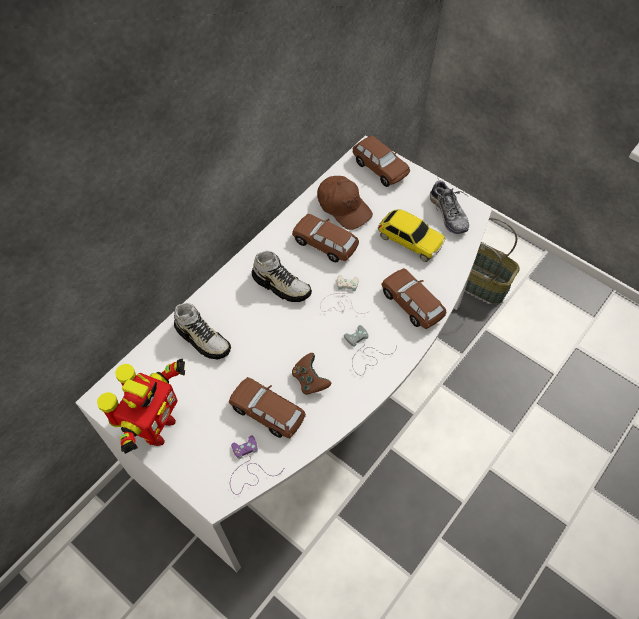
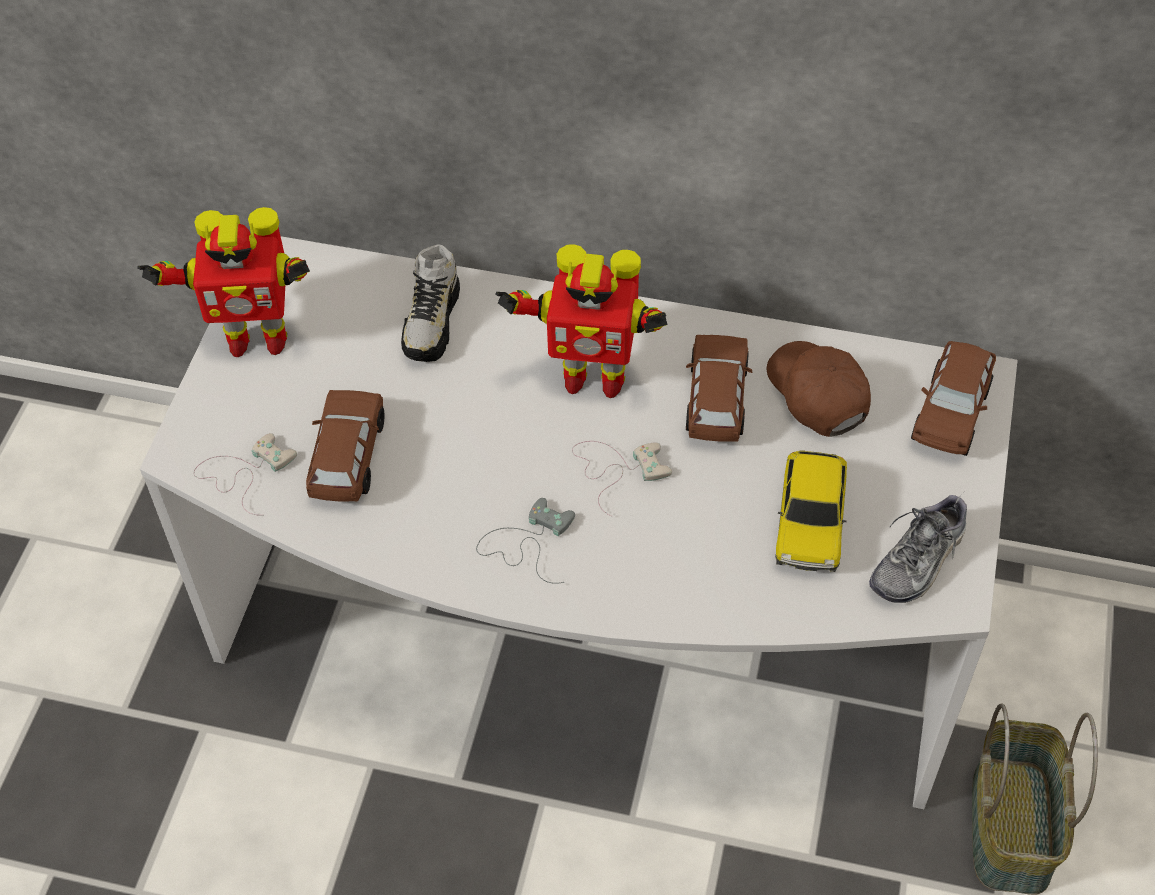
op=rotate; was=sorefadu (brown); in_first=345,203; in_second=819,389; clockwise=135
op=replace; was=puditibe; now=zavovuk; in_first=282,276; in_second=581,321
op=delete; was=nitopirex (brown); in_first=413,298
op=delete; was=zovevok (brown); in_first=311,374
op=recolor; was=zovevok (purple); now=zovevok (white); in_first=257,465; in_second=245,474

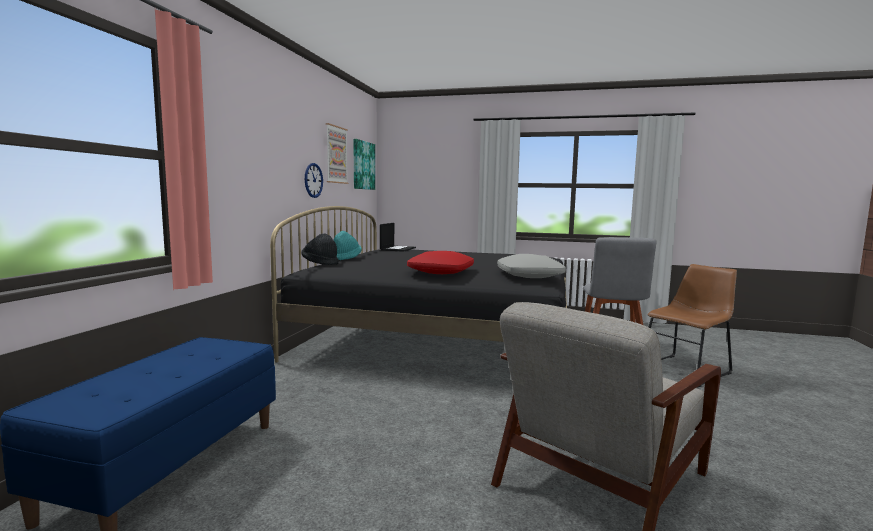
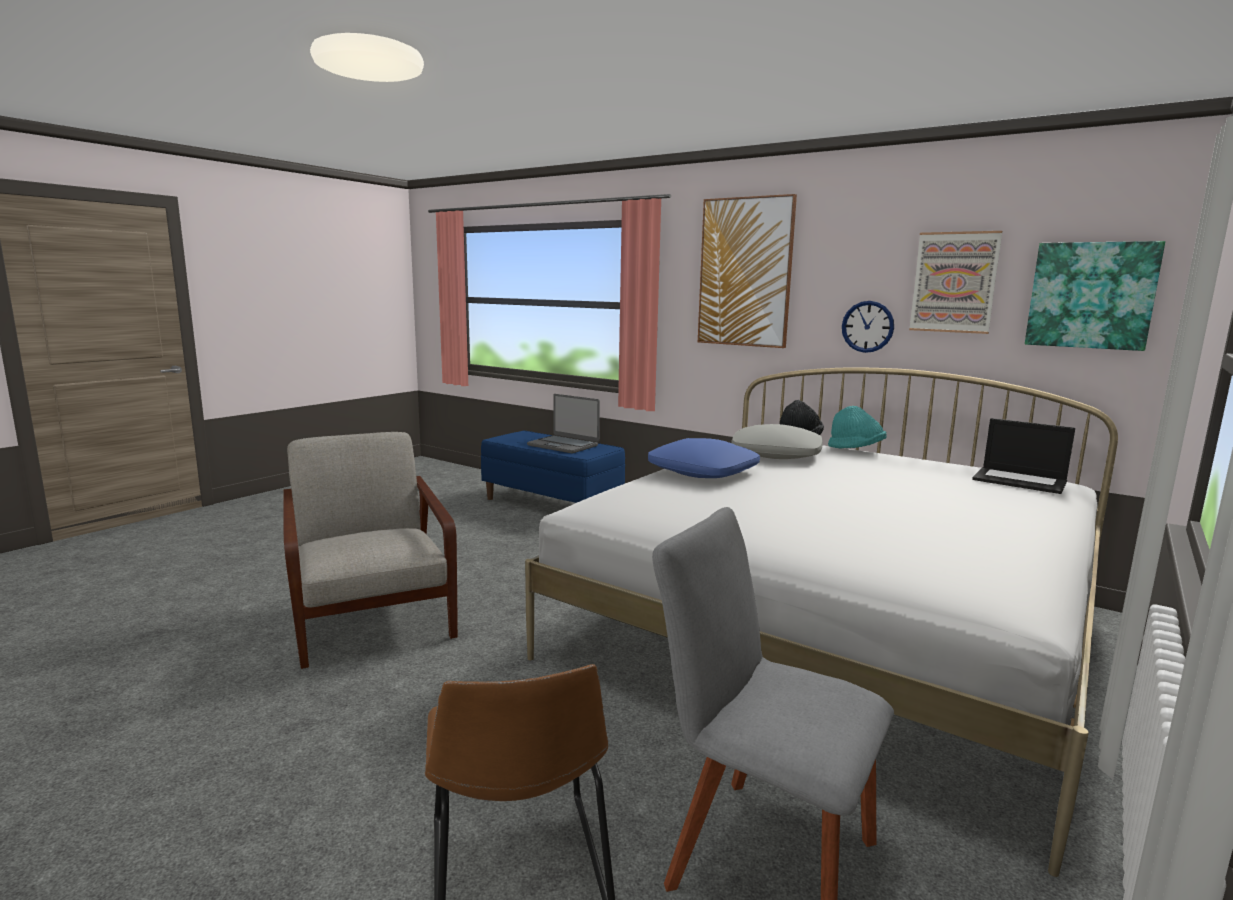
op=recolor; was=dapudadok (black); now=dapudadok (white); in_first=418,284; in_second=821,622
op=recolor; was=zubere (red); now=zubere (blue); in_first=440,262; in_second=704,458
op=move; was=zubere (grey); in_first=531,266; in_second=777,441
op=insert; now=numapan; in_second=747,271
op=insert; now=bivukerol; in_second=563,423

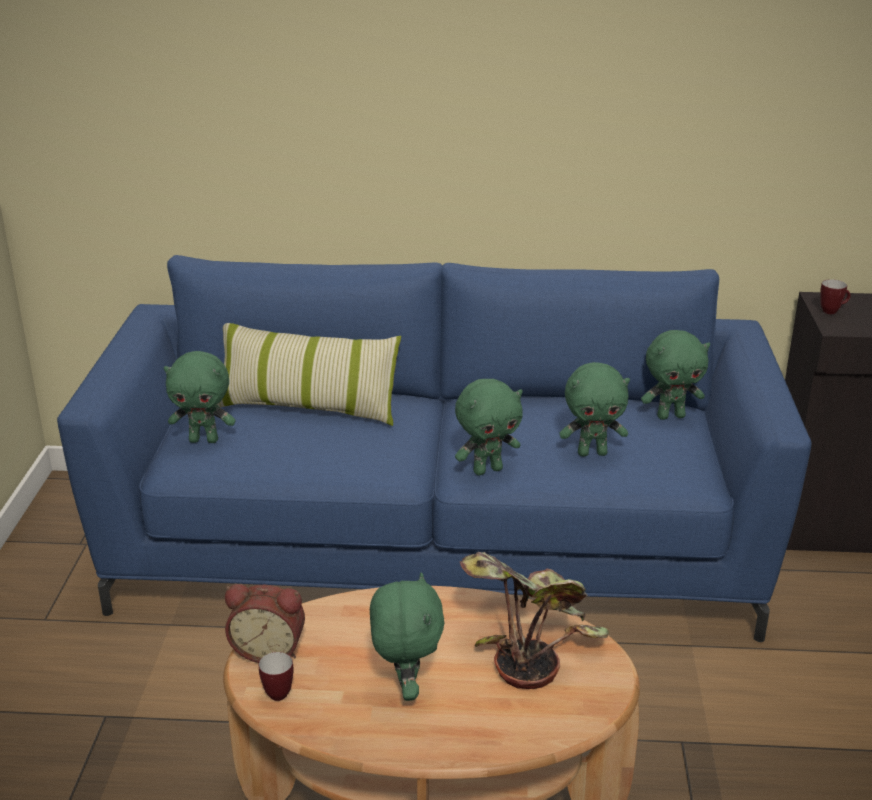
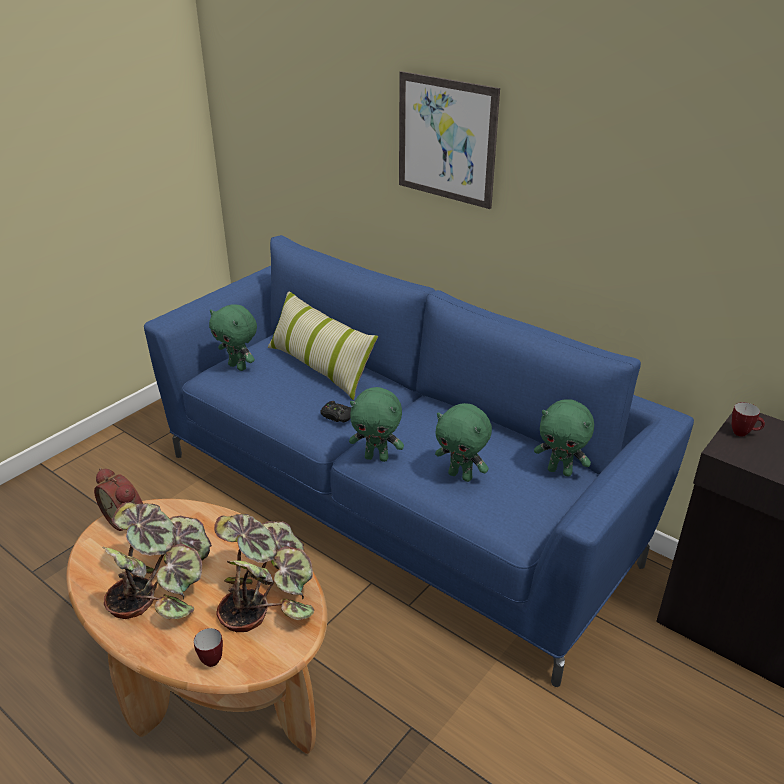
op=replace; was=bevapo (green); now=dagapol; in_first=407,636; in_second=157,561
op=move; was=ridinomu; in_first=276,676; in_second=208,647
op=insert; now=numapan; in_second=449,140
op=insert; now=zovevok (black); in_second=335,412

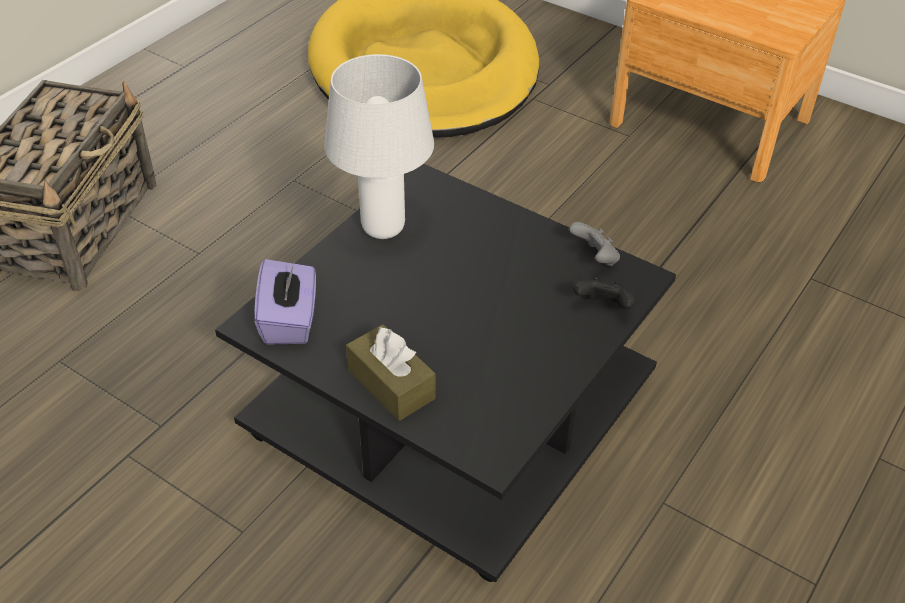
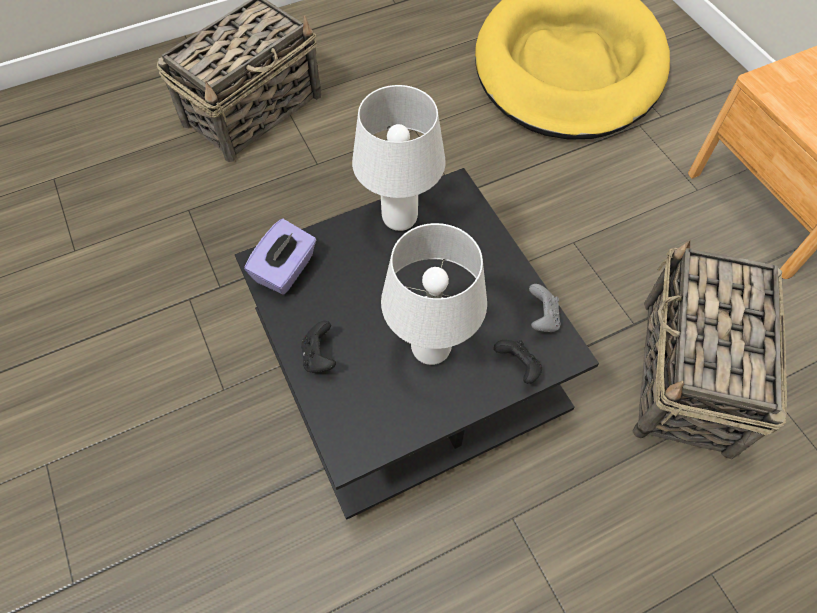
op=replace; was=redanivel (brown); now=zovevok (black); in_first=391,372; in_second=318,347
op=insert; now=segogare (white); in_second=434,294
op=insert; now=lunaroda; in_second=709,350

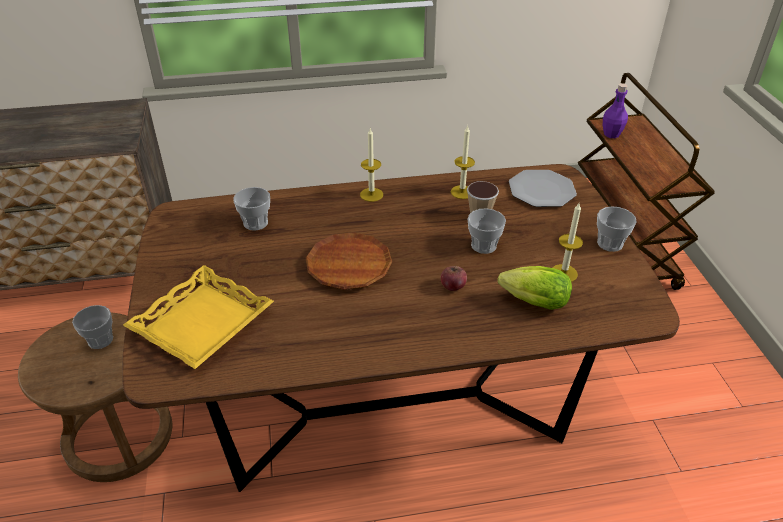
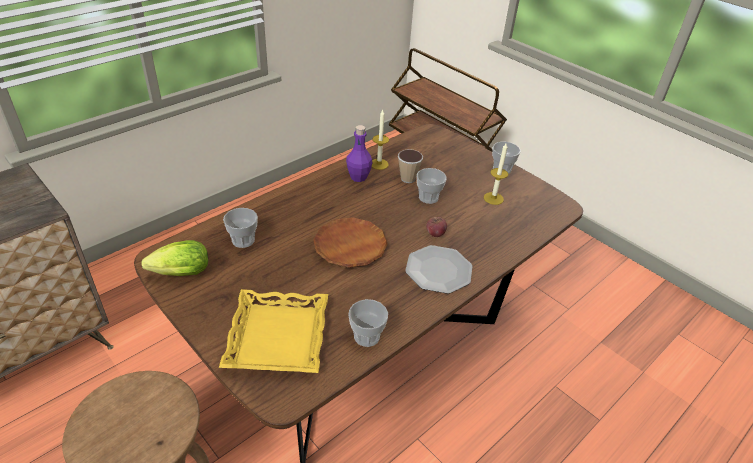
op=move; was=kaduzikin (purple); in_first=615,110; in_second=359,153
op=delete; was=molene; in_first=371,165
op=move; was=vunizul; in_first=543,188; in_second=438,269
op=move; was=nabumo; in_first=535,288; in_second=174,258
op=move; was=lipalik; in_first=92,327; in_second=368,323

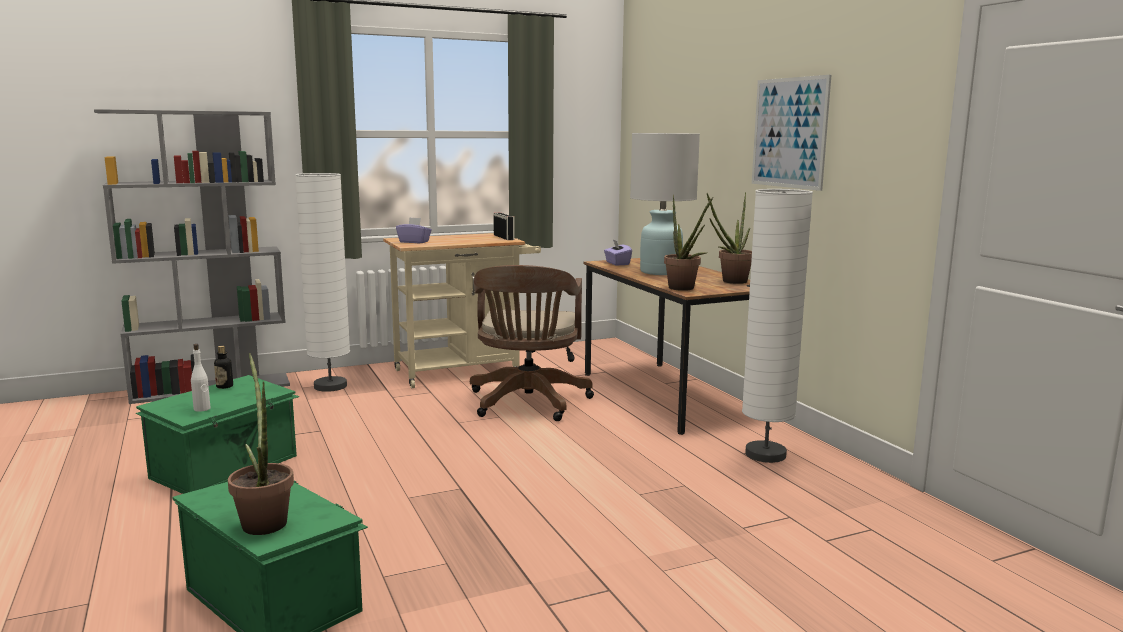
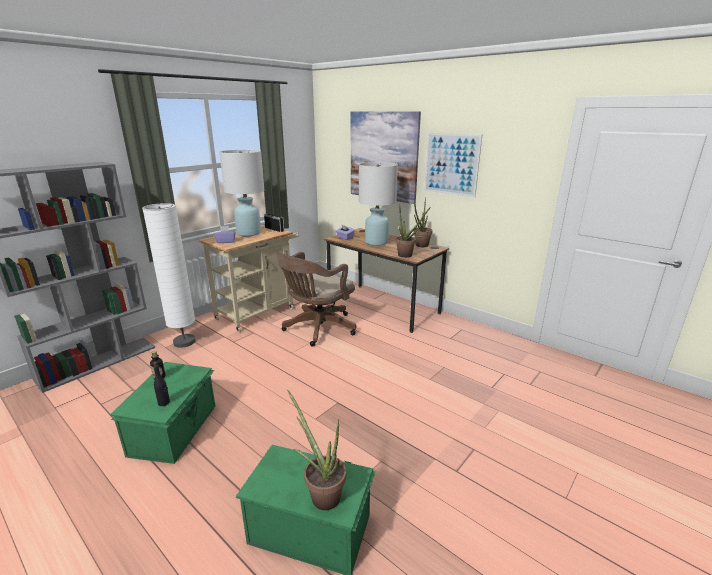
op=delete; was=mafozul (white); in_first=777,326
op=rotate; was=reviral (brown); in_first=532,343; in_second=316,299; clockwise=60
op=recolor; was=kaduzikin (white); now=kaduzikin (black); in_first=200,378; in_second=161,384
op=insert; now=numapan; in_second=385,157
op=insert; now=segogare (white); in_second=242,193

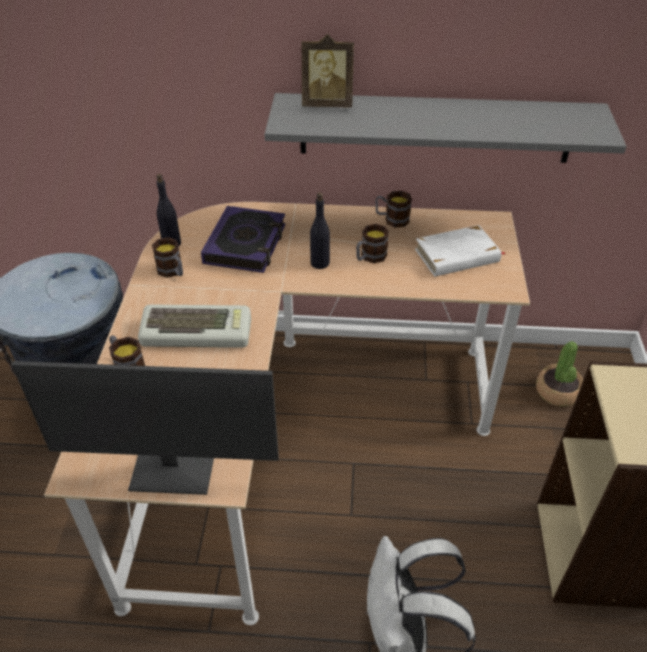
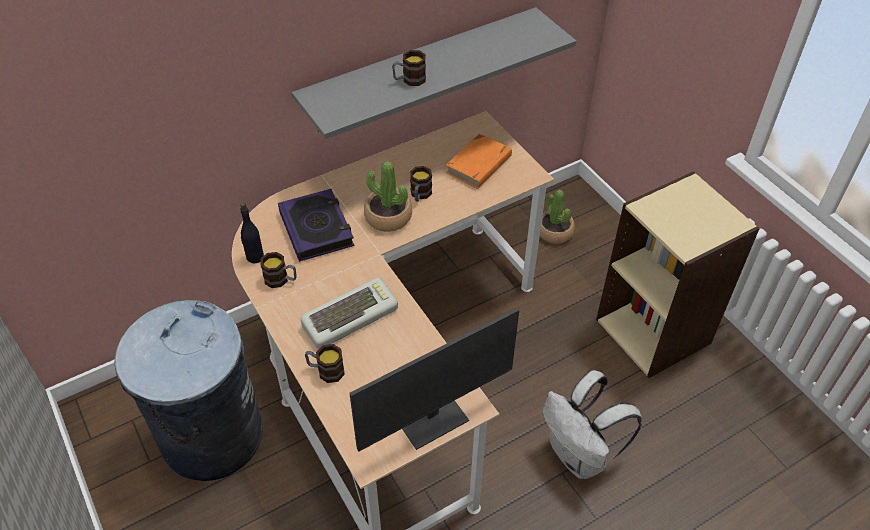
op=delete; was=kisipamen; in_first=327,71
op=move; was=ridinomu; in_first=393,209; in_second=409,68
op=replace; was=kaduzikin (black); now=dagapol; in_first=320,230; in_second=388,196
op=recolor; was=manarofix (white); now=manarofix (orange); in_first=460,251; in_second=479,161

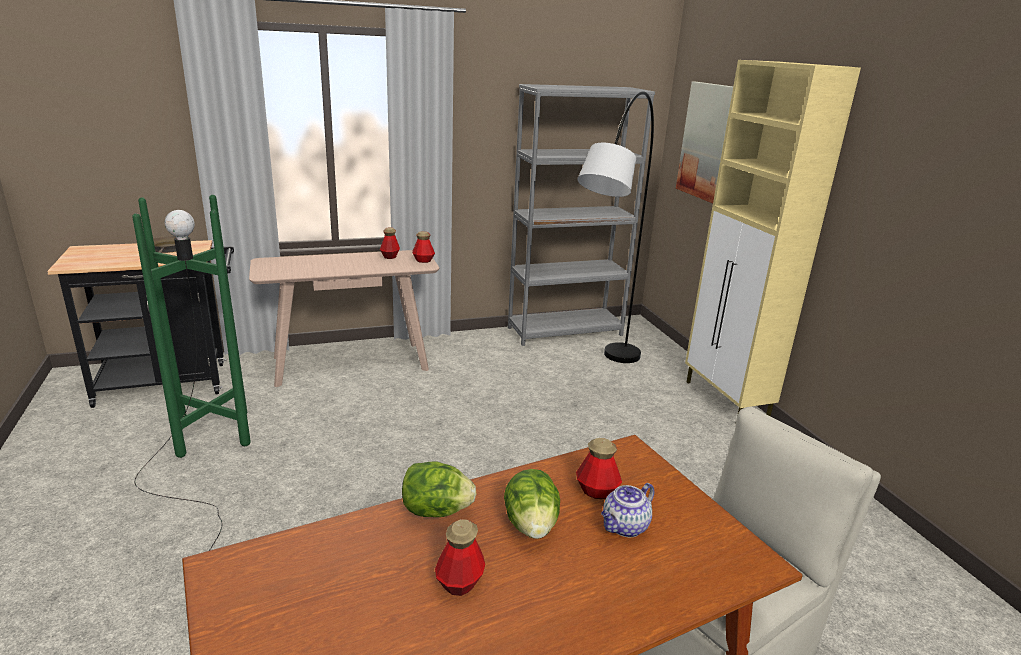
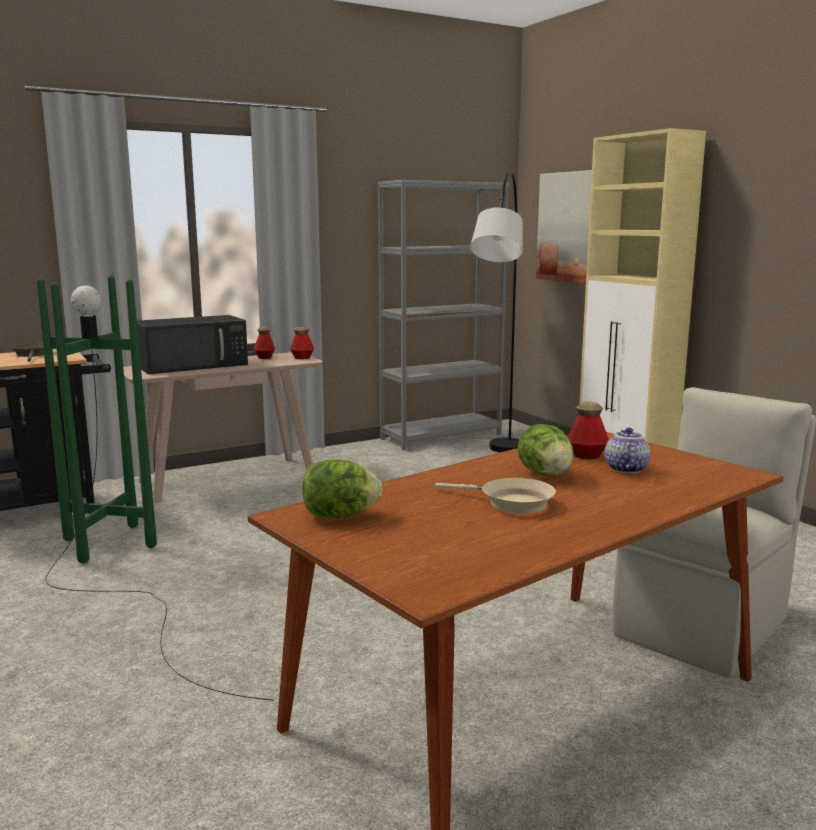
op=move; was=nabumo; in_first=439,489; in_second=342,489
op=rotate; was=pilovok; in_first=627,510; in_second=627,450; clockwise=150
op=replace; was=kaduzikin; now=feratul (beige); in_first=460,557; in_second=495,496
op=insert; now=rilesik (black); in_second=192,344

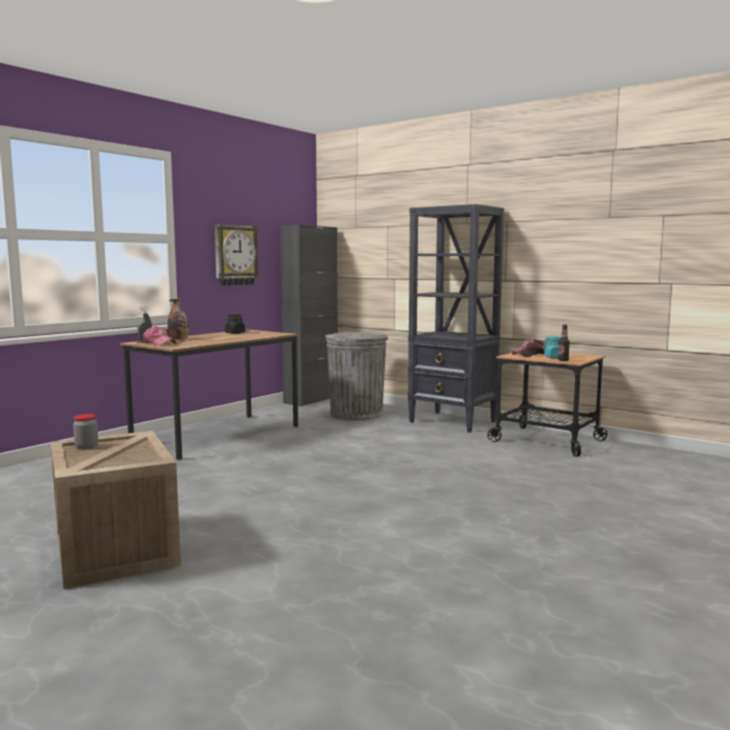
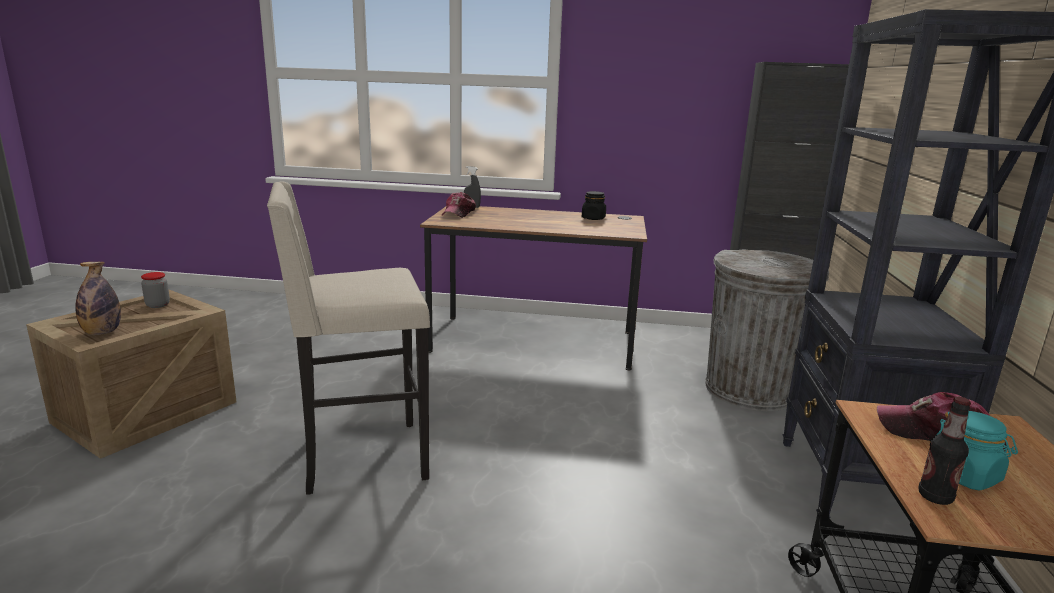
op=delete; was=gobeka; in_first=237,255
op=move; was=kaduzikin; in_first=178,319; in_second=98,298
op=insert; now=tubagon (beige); in_second=348,338

